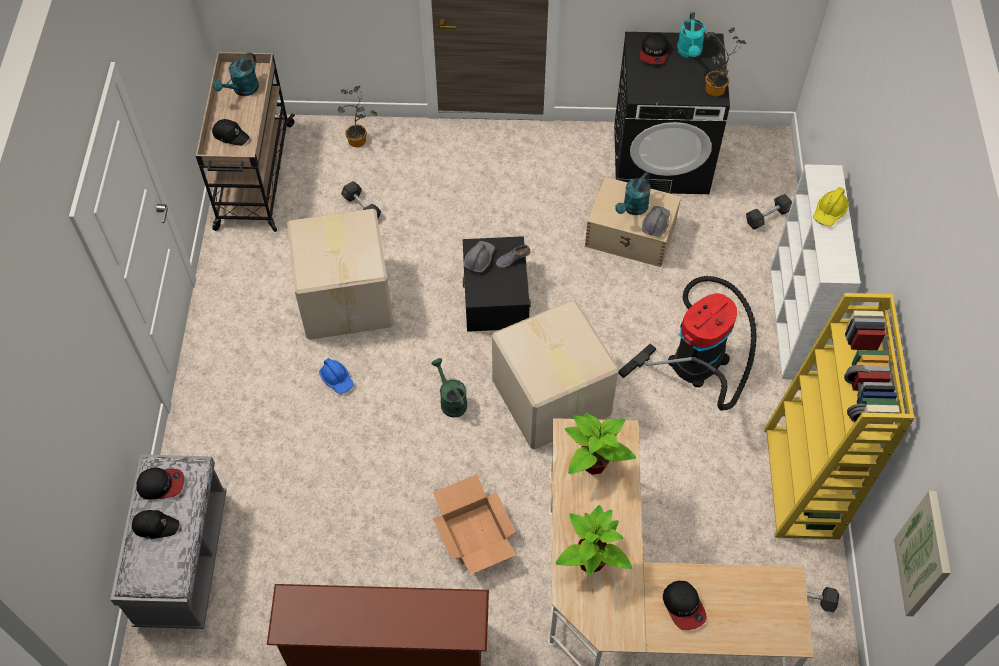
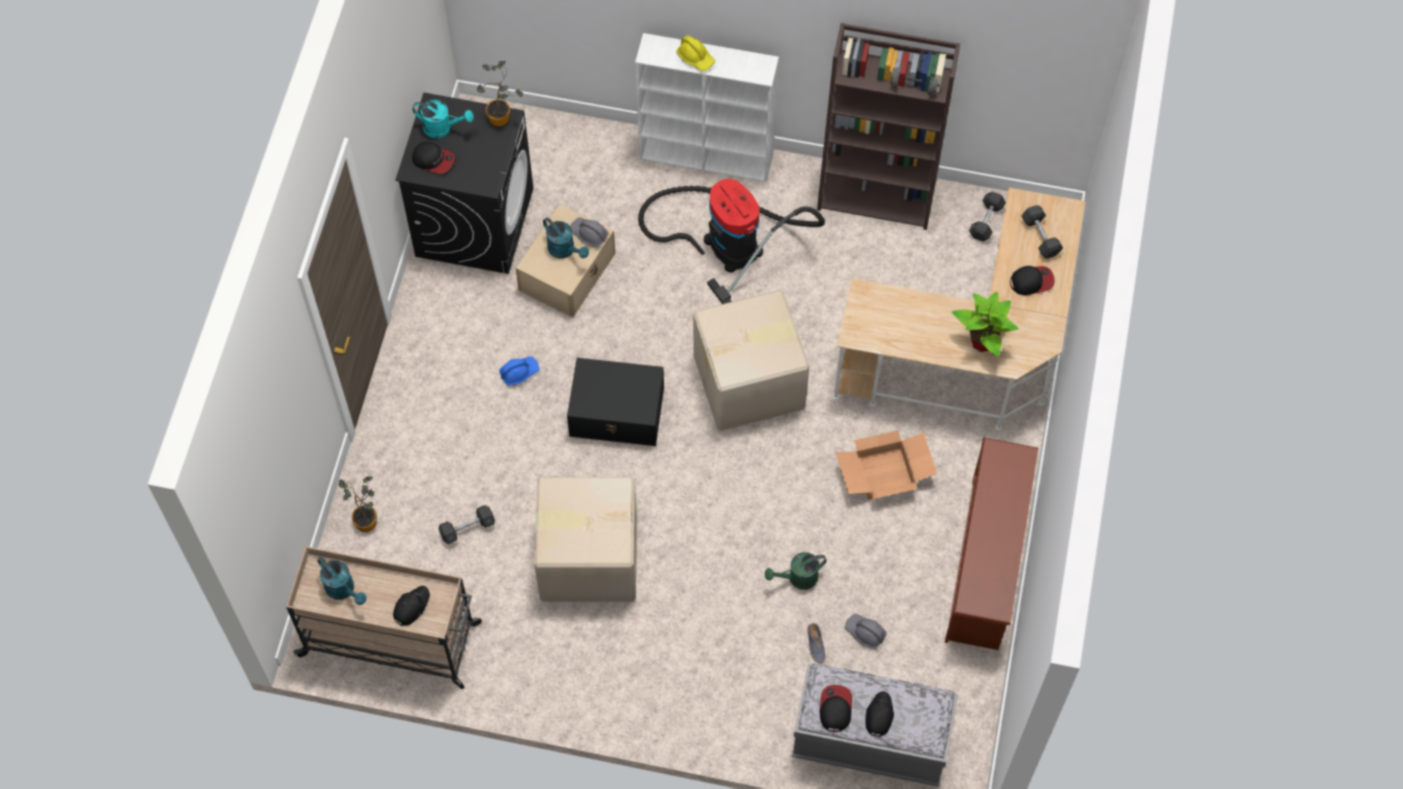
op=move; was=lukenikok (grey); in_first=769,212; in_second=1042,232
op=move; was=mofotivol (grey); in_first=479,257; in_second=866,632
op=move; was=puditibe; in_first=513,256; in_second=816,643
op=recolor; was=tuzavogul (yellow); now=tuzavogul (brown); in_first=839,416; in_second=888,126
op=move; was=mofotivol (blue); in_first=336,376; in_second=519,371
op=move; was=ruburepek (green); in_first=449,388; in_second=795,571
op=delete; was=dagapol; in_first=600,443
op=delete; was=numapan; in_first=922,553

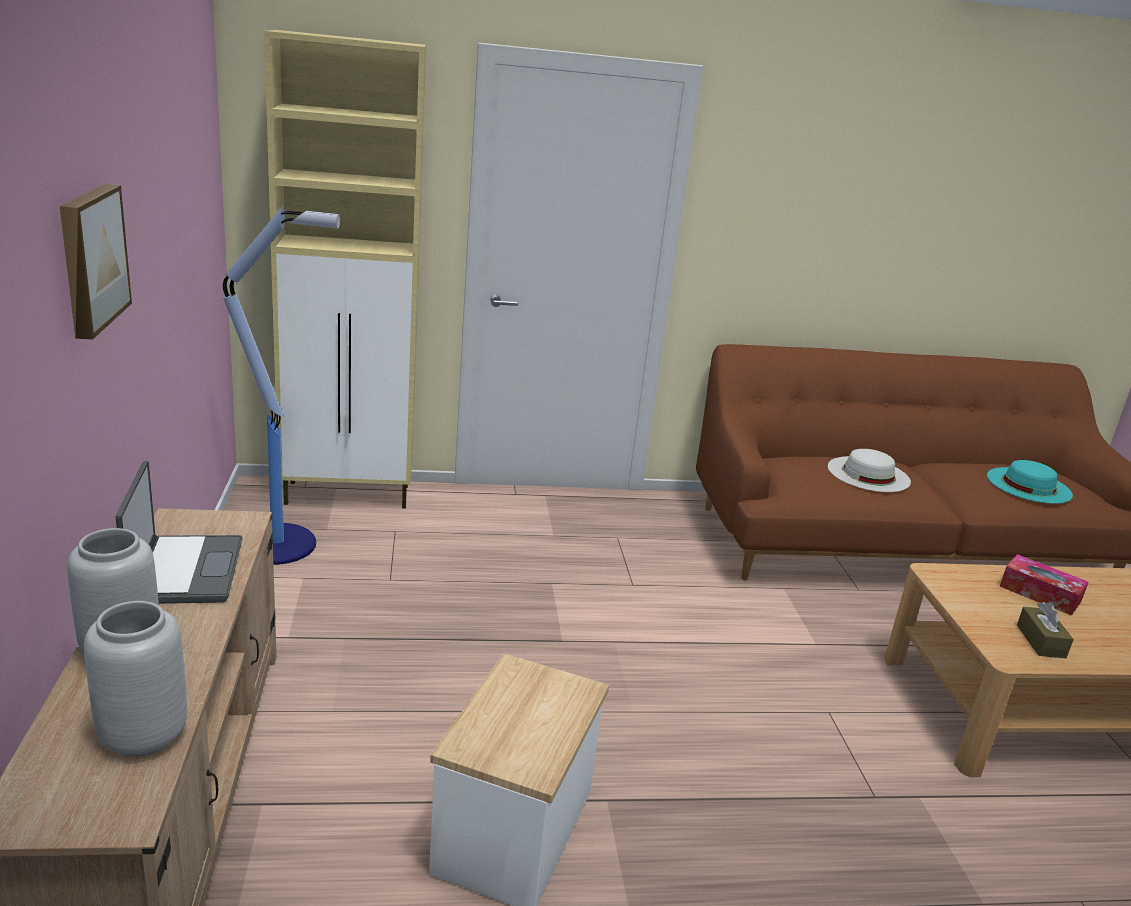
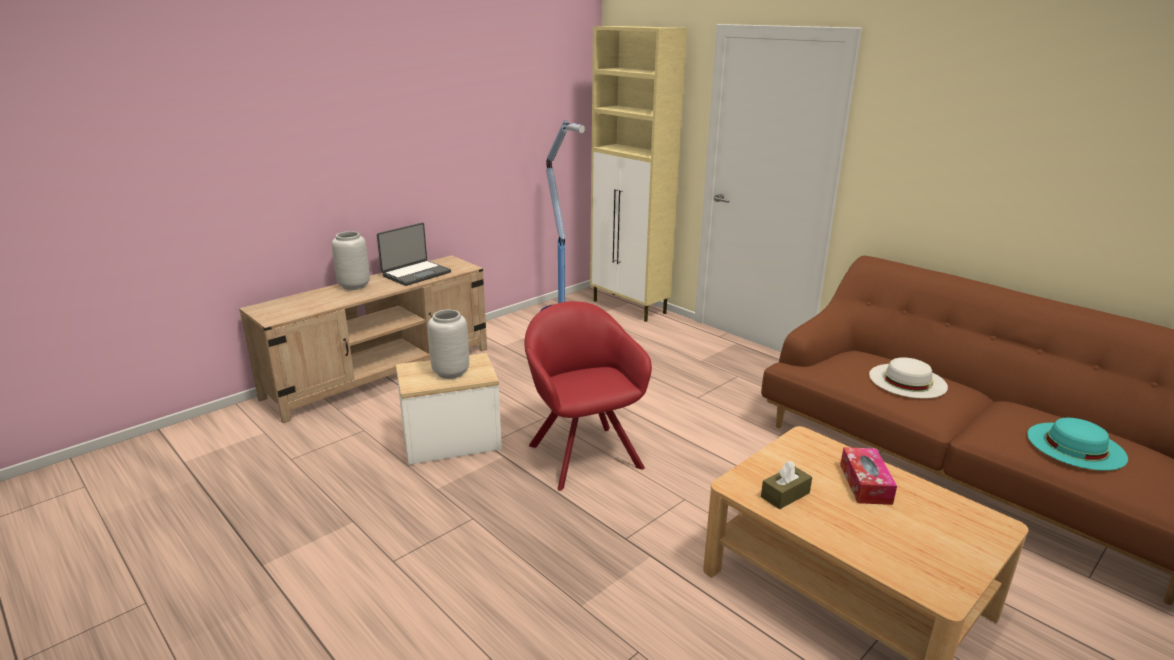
op=delete; was=numapan; in_first=96,262
op=move; was=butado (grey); in_first=135,679; in_second=448,344
op=insert; now=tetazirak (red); in_second=588,396

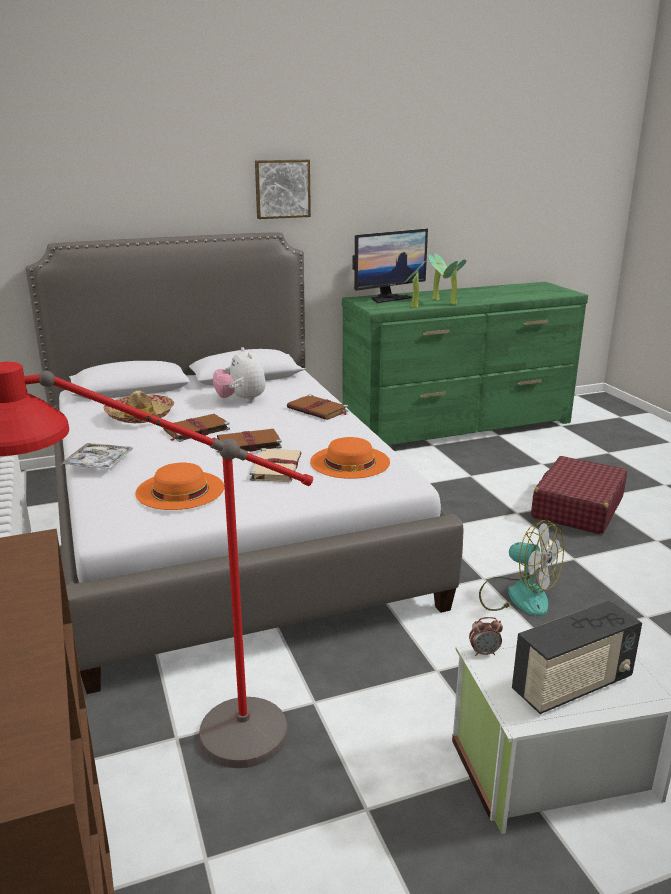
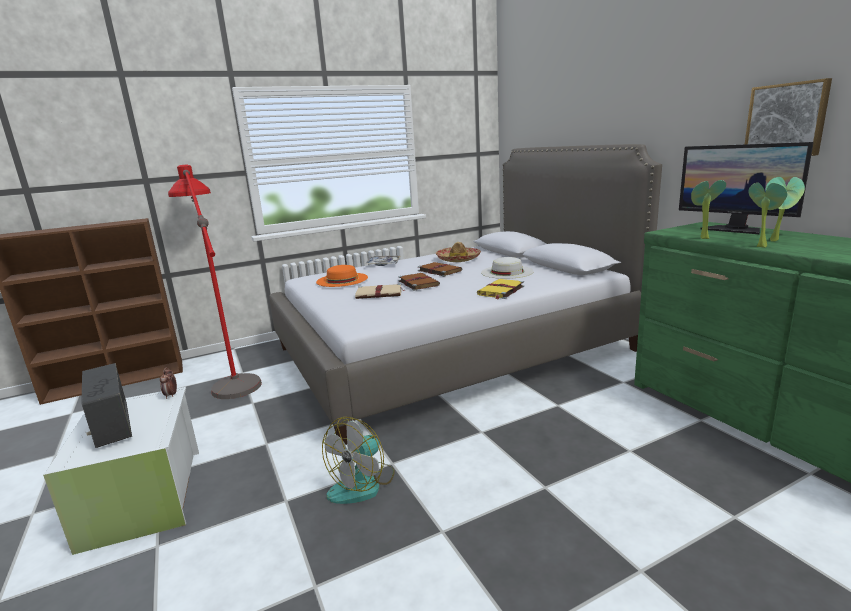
op=move; was=numapan; in_first=283,189; in_second=788,117
op=replace; was=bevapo; now=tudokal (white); in_first=239,375; in_second=507,268
op=recolor; was=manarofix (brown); now=manarofix (yellow); in_first=317,407; in_second=500,289
op=delete; was=tudokal (orange); in_first=350,458
op=delete; was=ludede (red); in_first=579,495

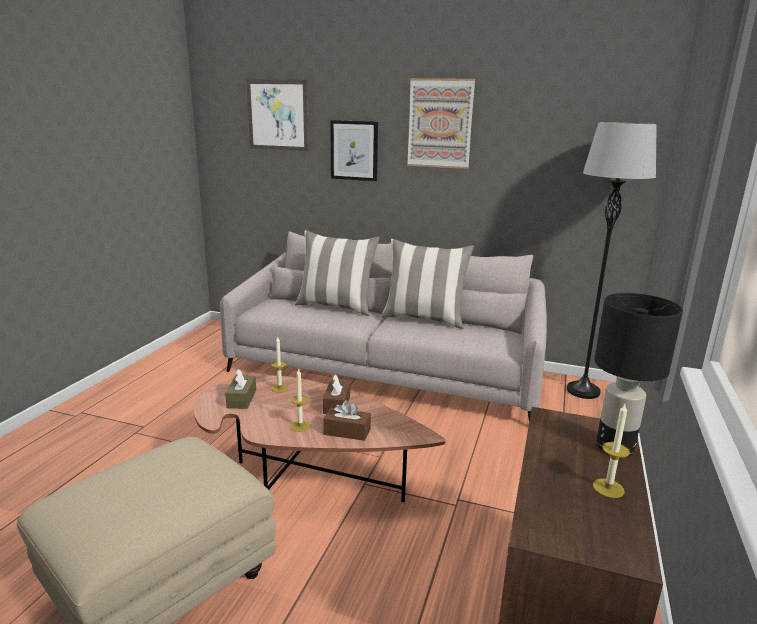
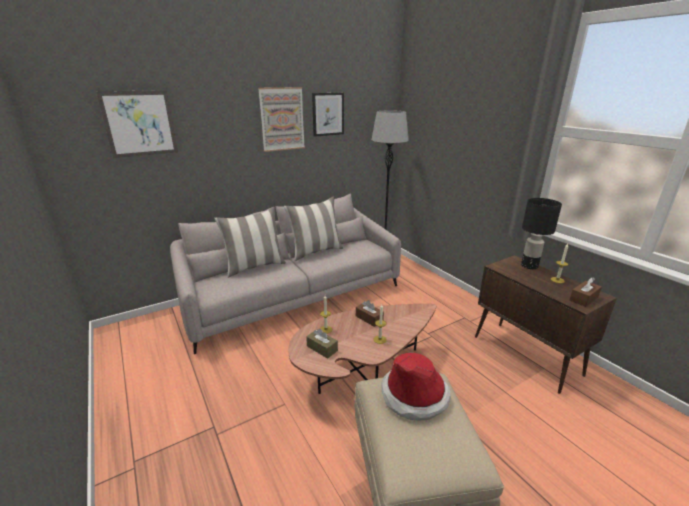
op=move; was=numapan; in_first=354,150; in_second=328,115
op=move; was=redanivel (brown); in_first=347,420; in_second=586,292
op=insert; now=tudokal; in_second=416,386

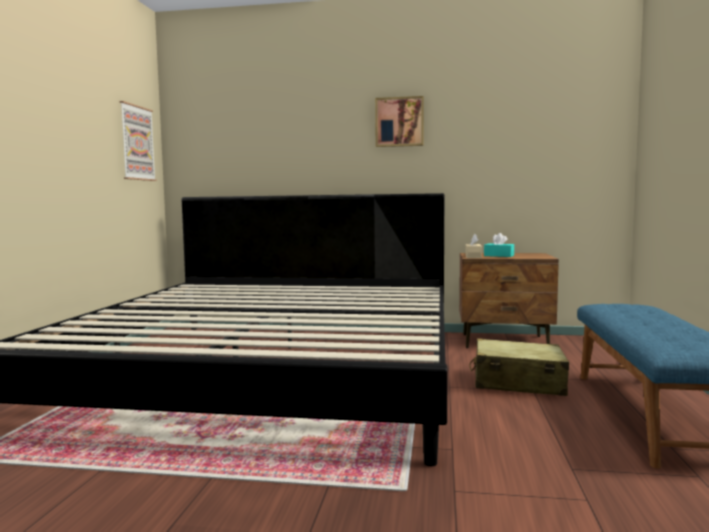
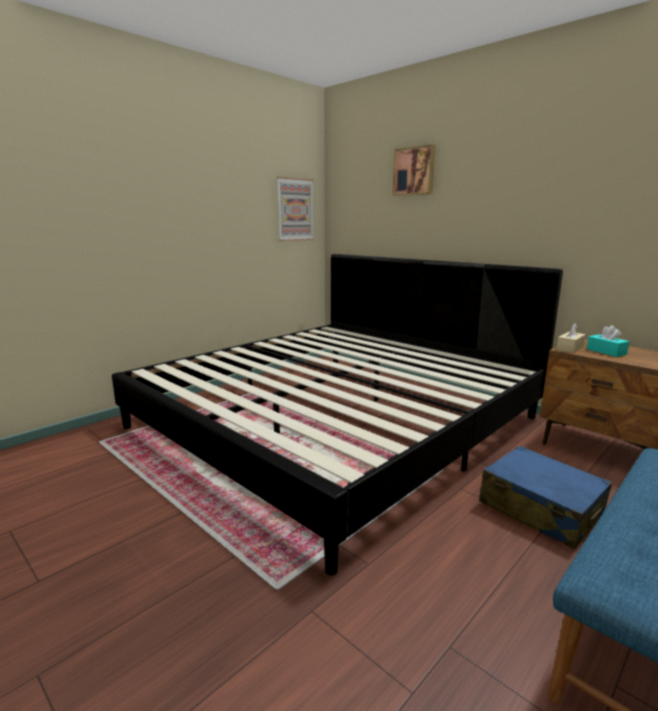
op=move; was=numapan; in_first=399,121; in_second=413,170
op=recolor; was=ludede (beige); now=ludede (blue); in_first=519,367; in_second=545,497

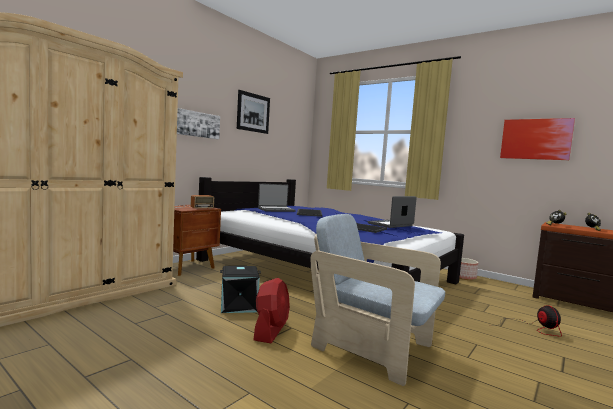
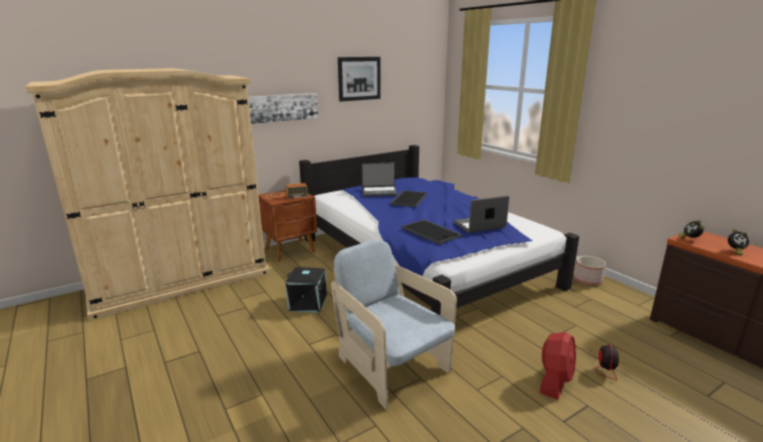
op=delete; was=numapan; in_first=537,139
op=move; was=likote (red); in_first=271,310; in_second=558,366

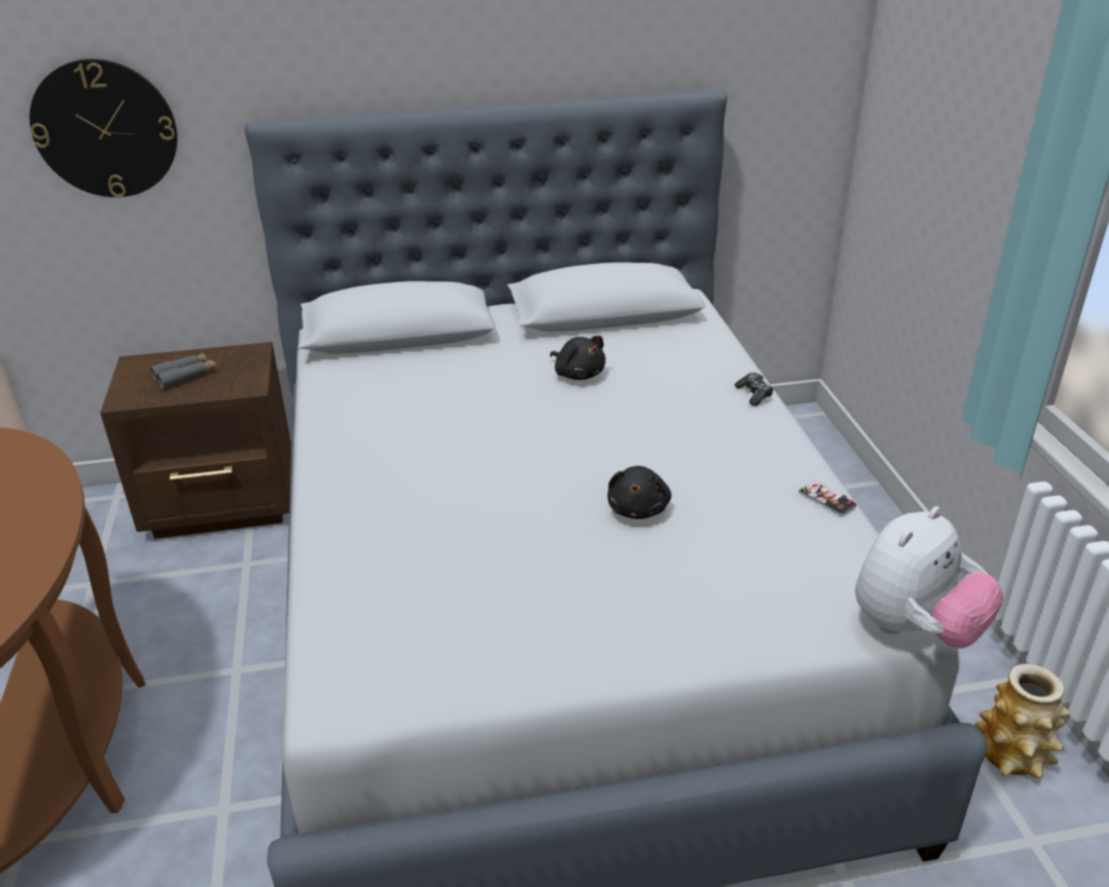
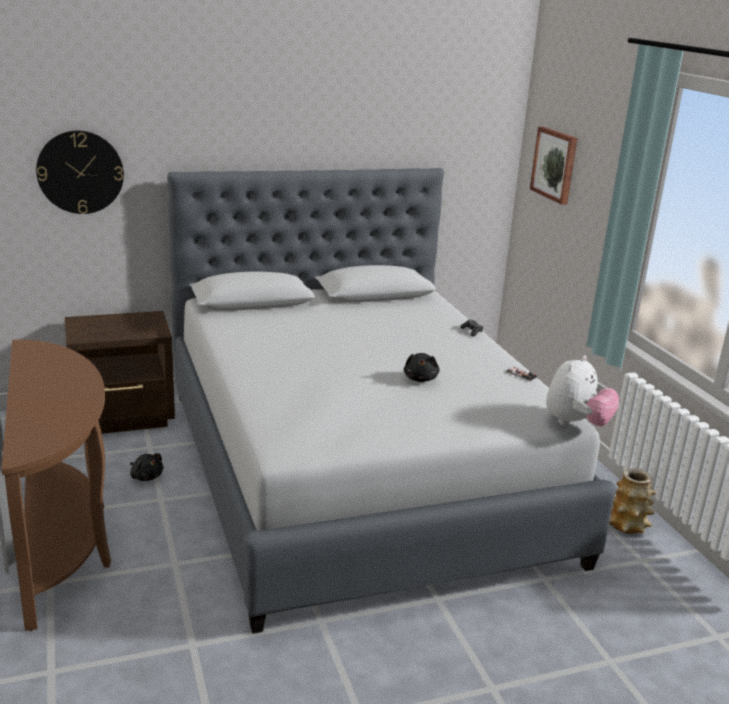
op=move; was=bevapo (black); in_first=578,358; in_second=146,467
op=delete; was=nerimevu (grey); in_first=183,371
op=insert; now=numapan; in_second=554,166

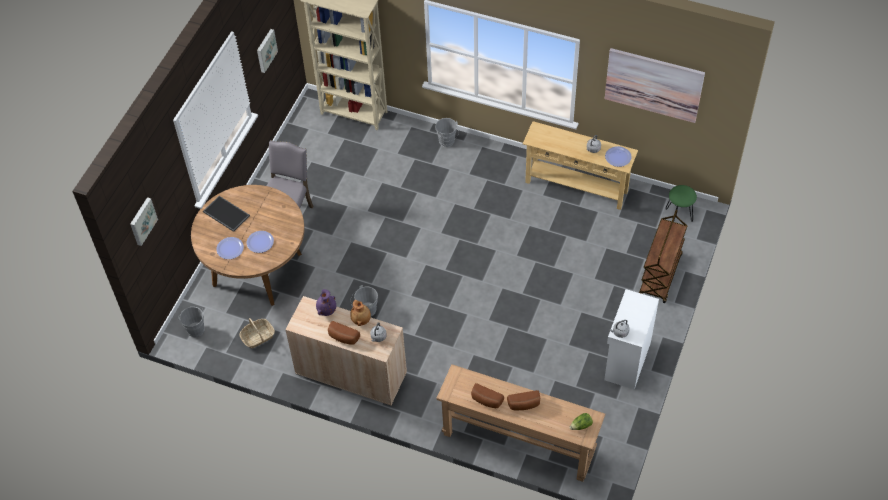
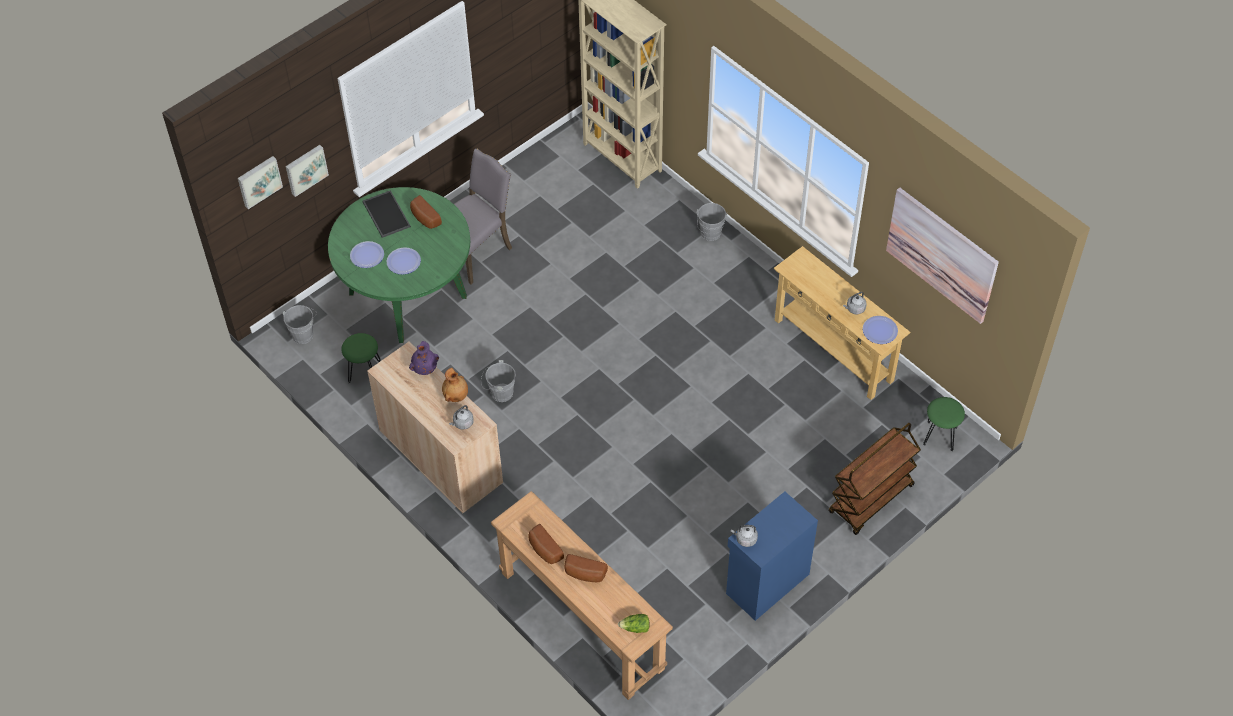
op=move; was=numapan; in_first=267,51; in_second=307,171
op=recolor; was=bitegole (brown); now=bitegole (green); in_first=248,245; in_second=399,265
op=recolor; was=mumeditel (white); now=mumeditel (blue); in_first=631,339; in_second=772,556
op=replace; was=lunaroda; now=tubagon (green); in_first=257,333; in_second=361,358
op=move; was=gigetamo; in_first=344,333; in_second=426,212

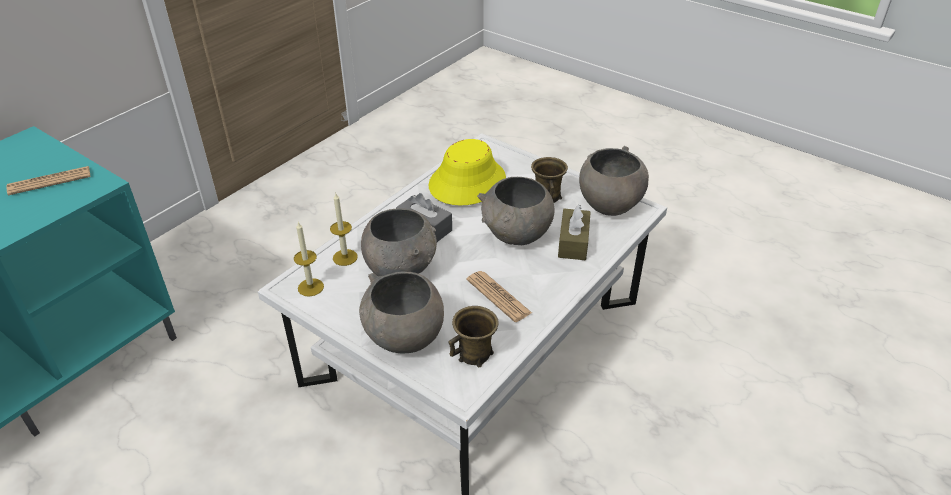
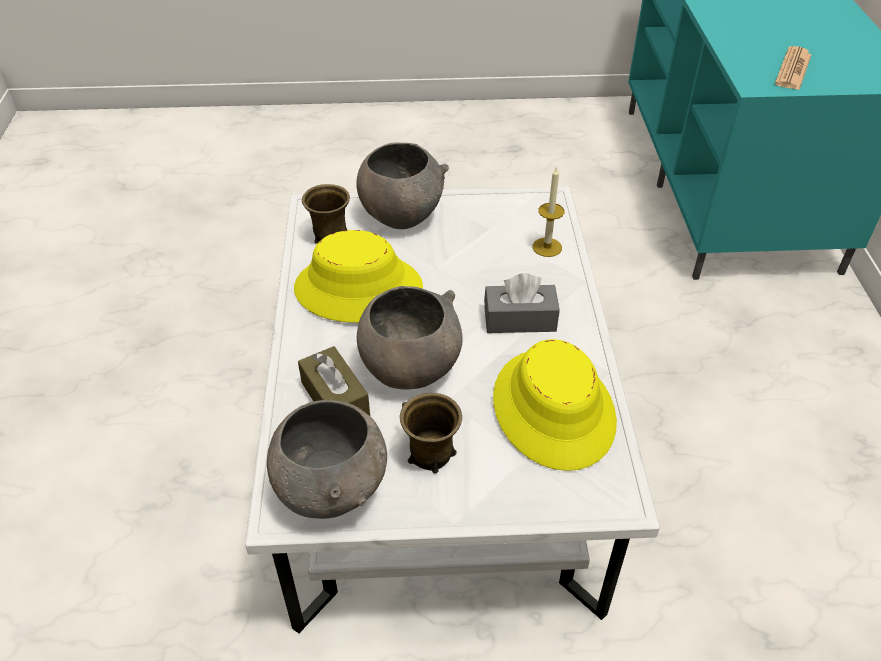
op=delete; was=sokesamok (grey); in_first=399,242
op=delete; was=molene; in_first=309,259
op=replace; was=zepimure; now=tudokal (yellow); in_first=499,296; in_second=358,276

